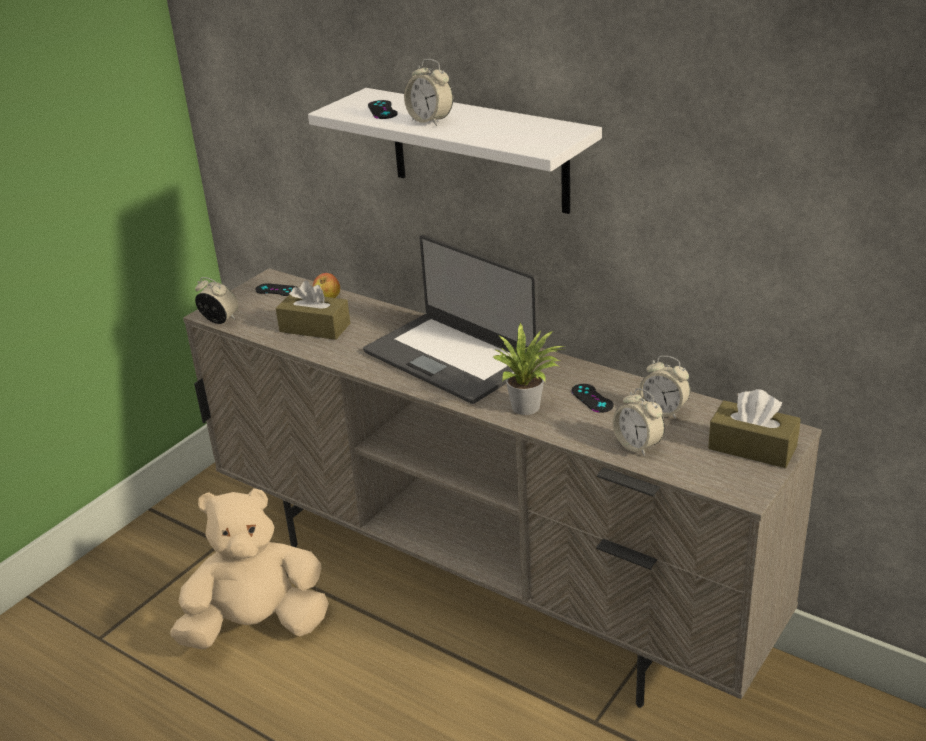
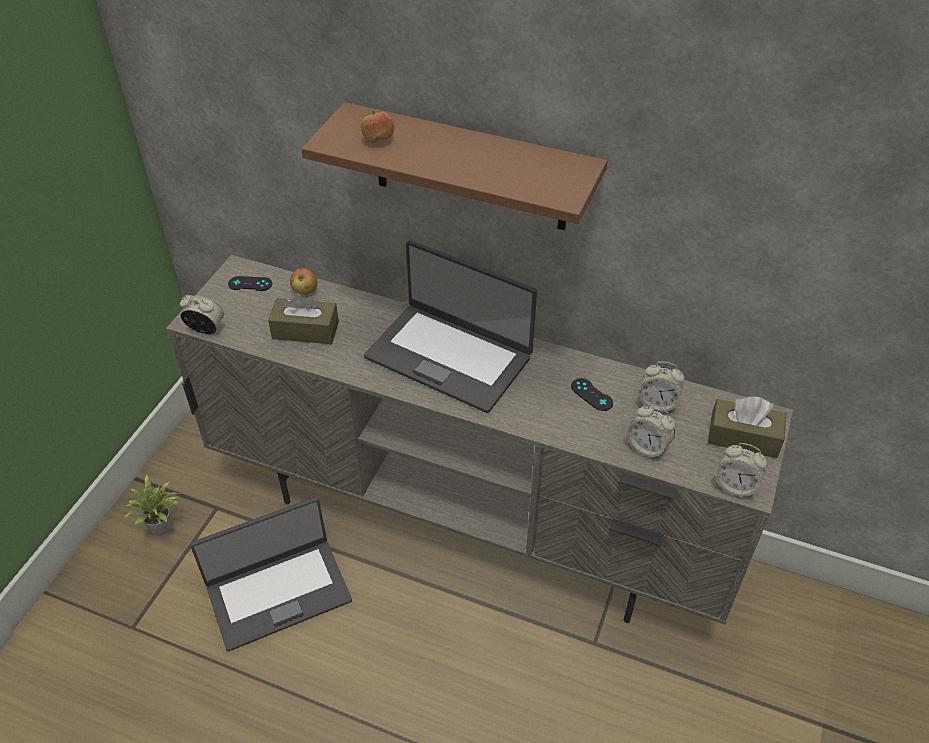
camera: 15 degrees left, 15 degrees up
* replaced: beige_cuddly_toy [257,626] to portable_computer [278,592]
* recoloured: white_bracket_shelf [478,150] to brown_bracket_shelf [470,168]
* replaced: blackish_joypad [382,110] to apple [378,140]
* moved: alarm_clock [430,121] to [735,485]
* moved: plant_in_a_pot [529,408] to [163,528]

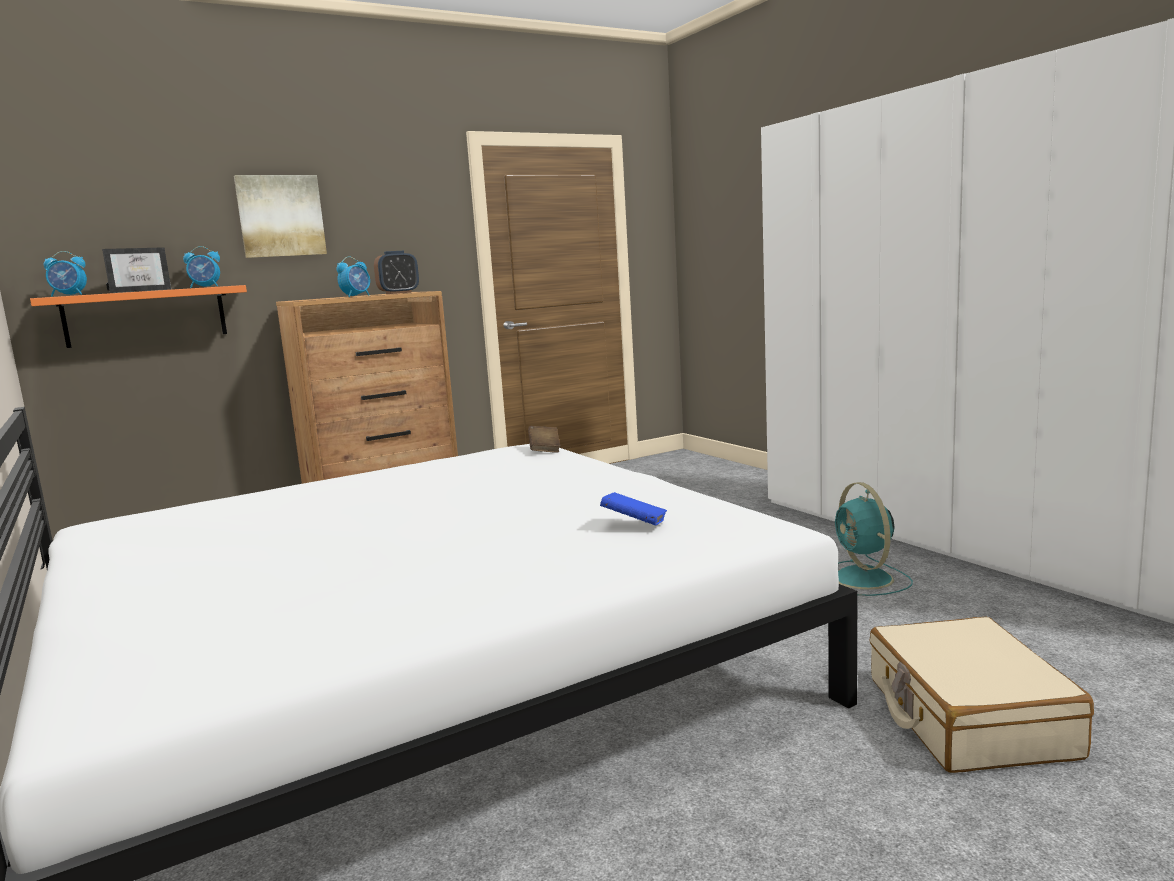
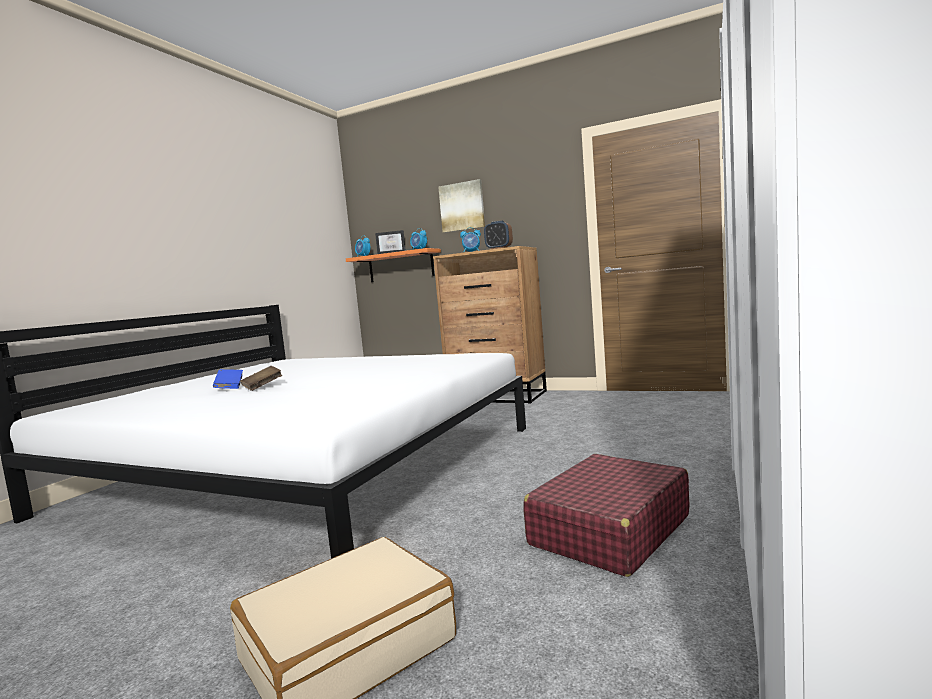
camera: 55 degrees right, 5 degrees down
* moved: brown_bound_book [544,450] to [262,387]
* moved: blue-coloured_bound_book [634,524] to [229,387]
* replaced: turquoise_cooling_fan [864,579] to reddish_travel_case [609,531]

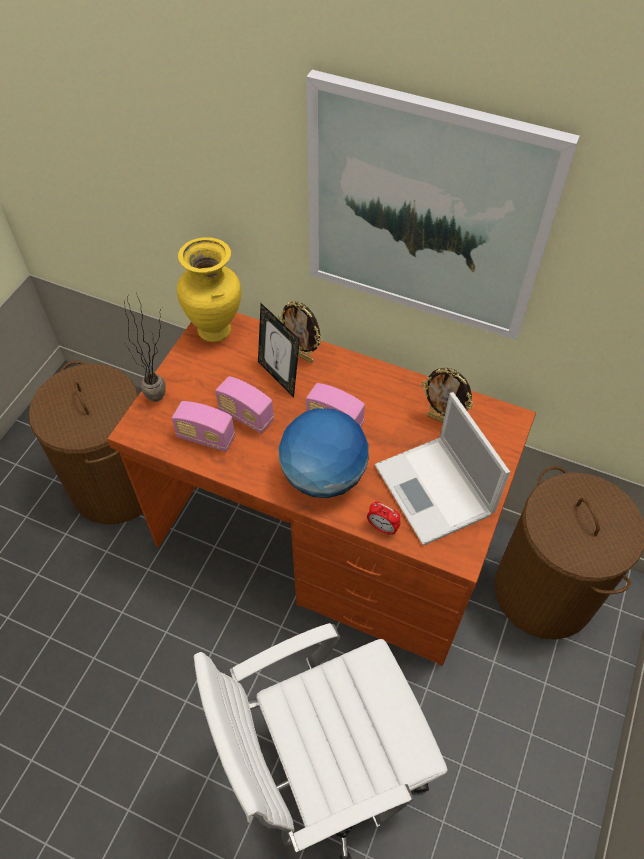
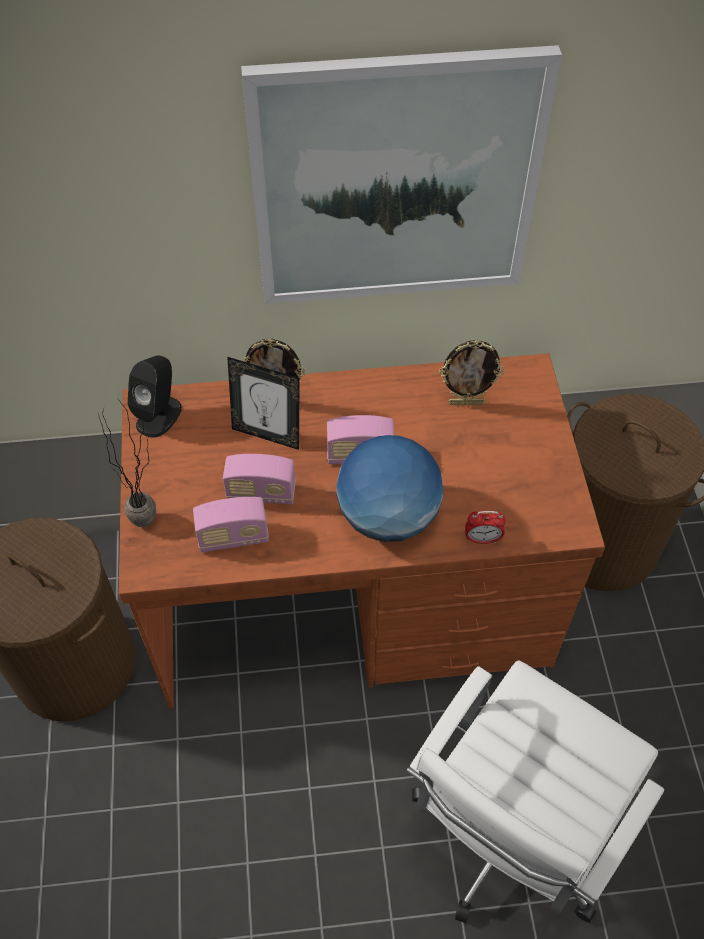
camera: 30 degrees left, 0 degrees up
* replaced: yellowish_decorative_vase [216,330] to blackish_audio_speaker [159,415]
* removed: portable_computer [435,491]

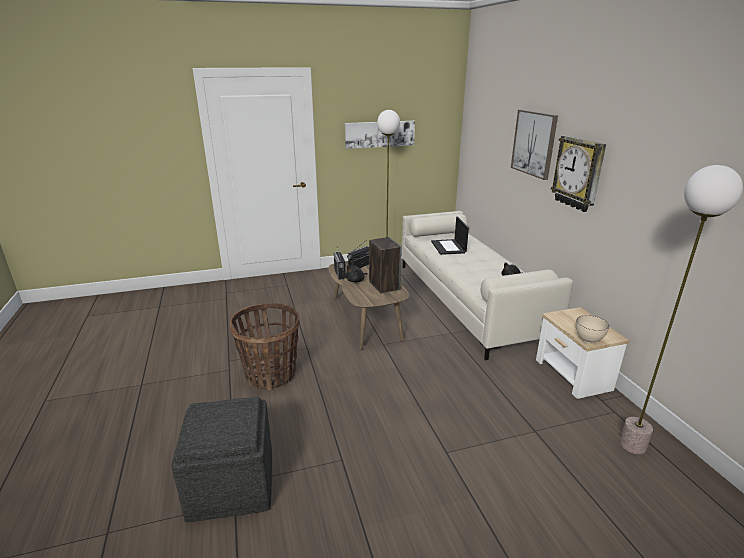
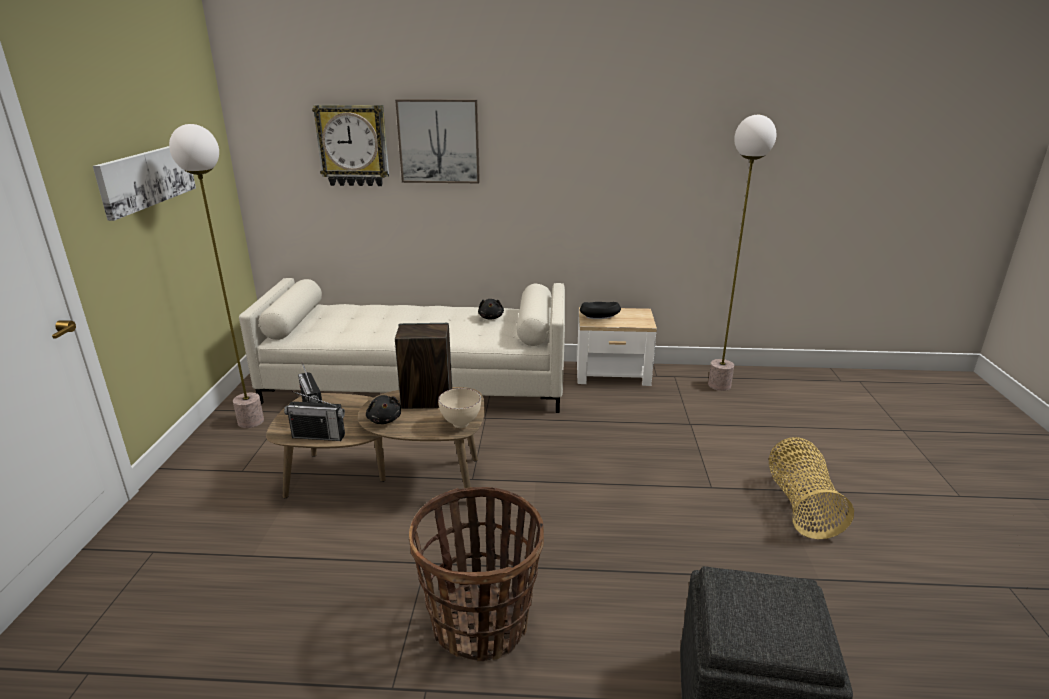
camera: 70 degrees left, 0 degrees up
* removed: portable_computer [448,247]
* moved: hanging_clock [578,173] to [353,145]
* moved: beige_serving_bowl [589,341] to [461,424]
* added: blackish_serving_bowl [599,316]
* added: household_basket [801,505]

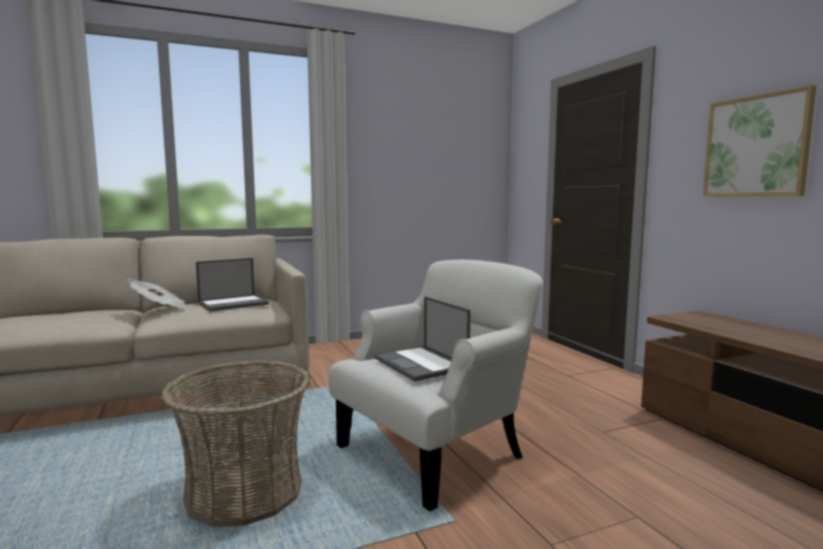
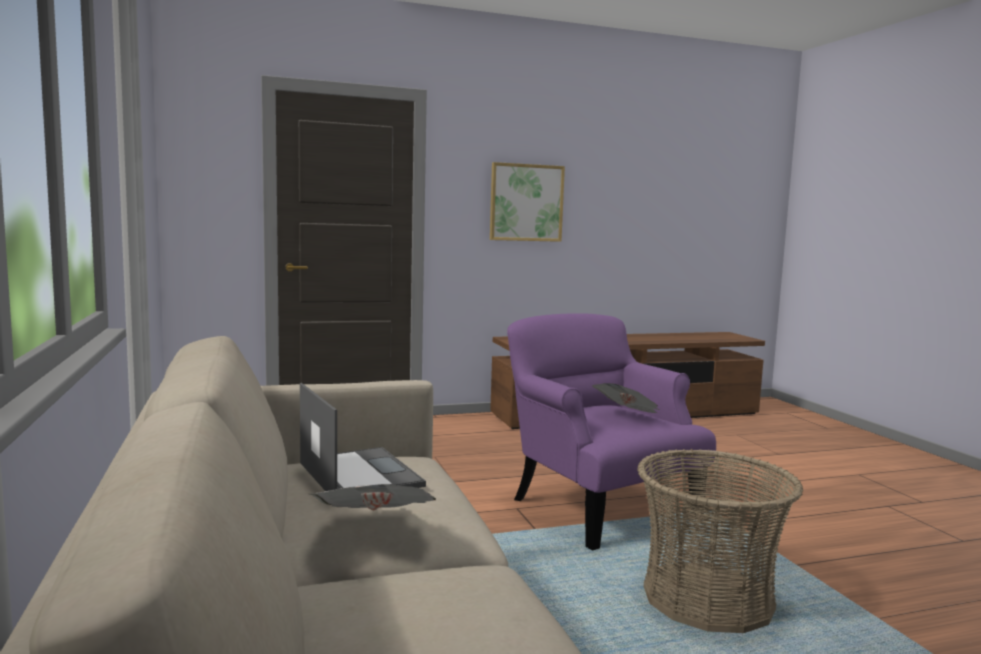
camera: 85 degrees left, 0 degrees up
* recoloured: white_lounge_chair [435,451] to purple_lounge_chair [598,507]
* replaced: portable_computer [421,364] to daily_paper [627,417]

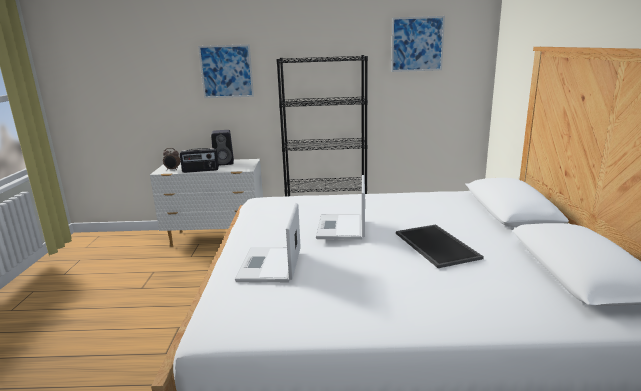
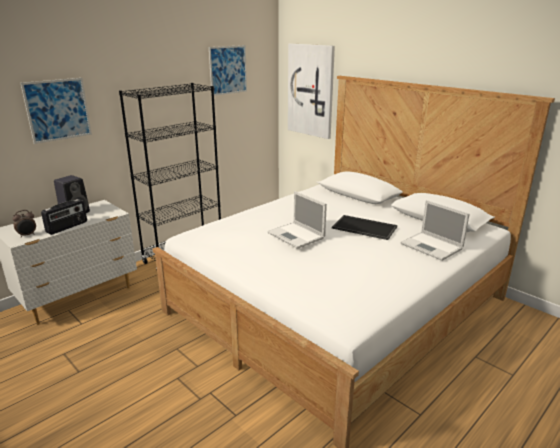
camera: 45 degrees left, 5 degrees up
* moved: portable_computer [270,266] to [432,246]
* added: wall_art [311,90]

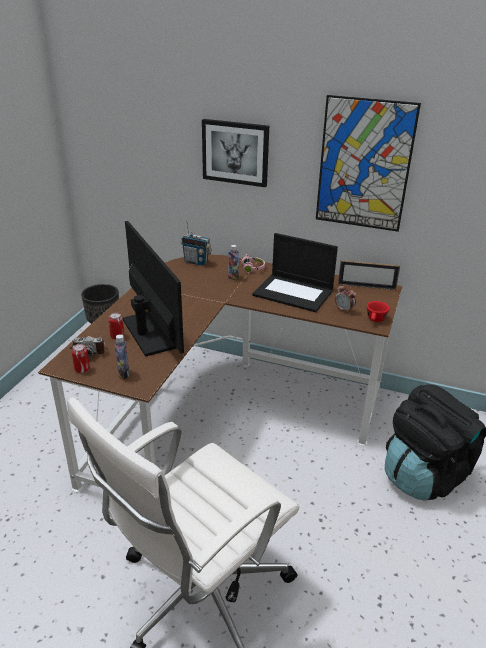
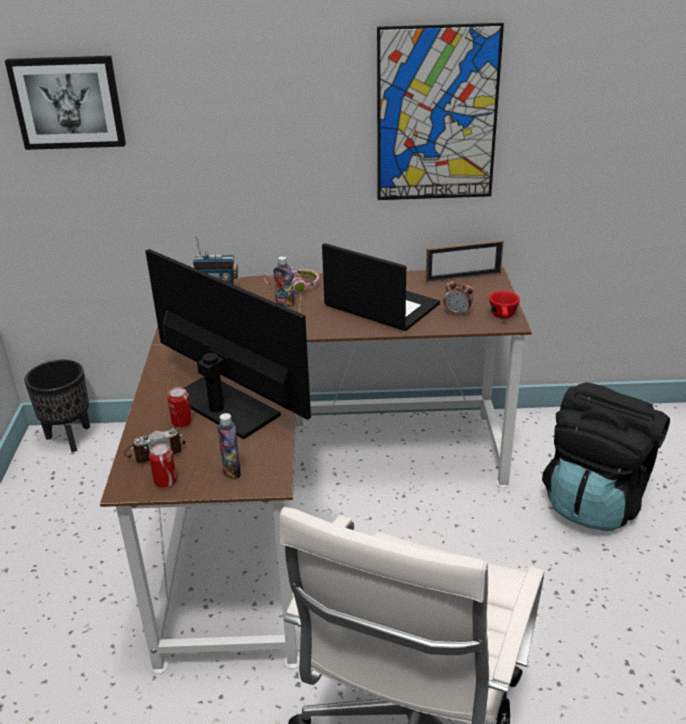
camera: 20 degrees left, 0 degrees up
* moved: wall_art [235,152] to [68,102]
* turned: portable_computer [294,293] = [380,305] 150 degrees counterclockwise

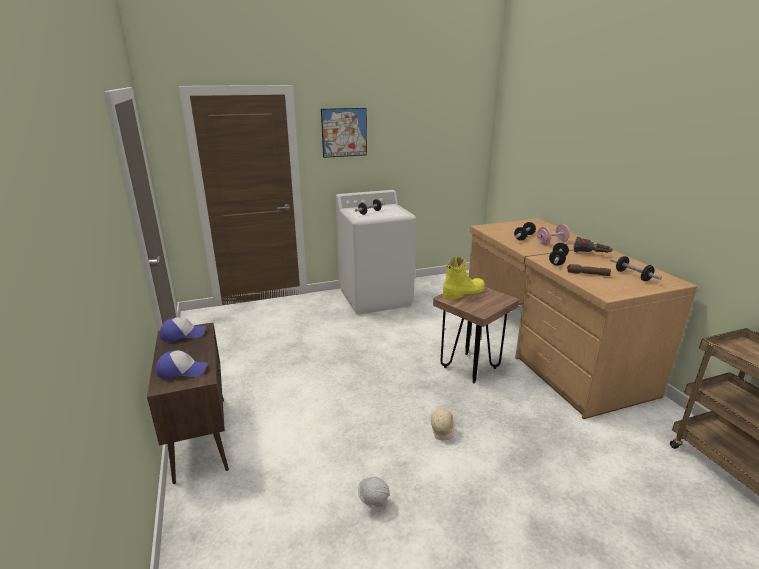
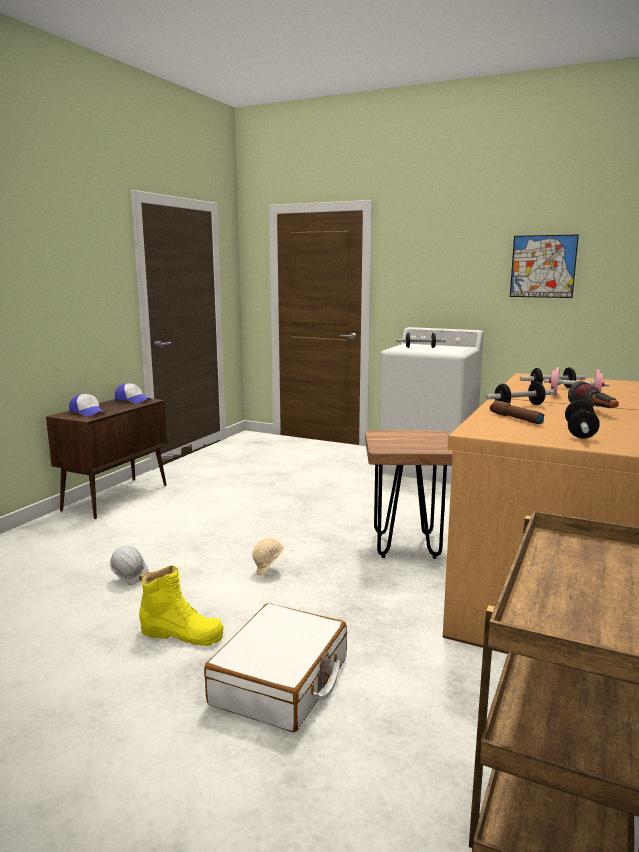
camera: 45 degrees right, 10 degrees down
* moved: wall_art [344,132] to [543,266]
* moved: yellowish_tall_boot [463,293] to [182,634]
* added: white_travel_case [281,681]

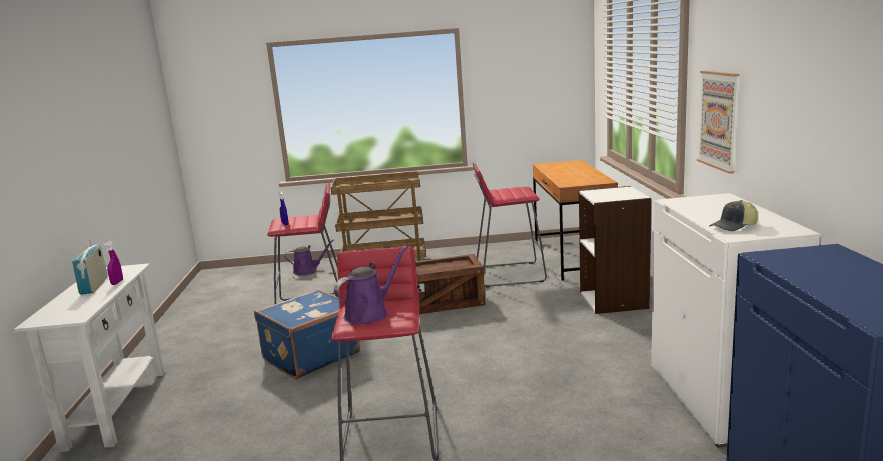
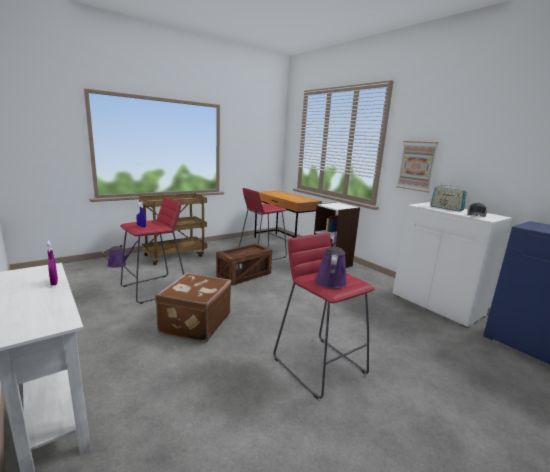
camera: 35 degrees left, 0 degrees up
* moved: radio [94,286] to [446,208]
* recoloured: blue-coloured_travel_case [309,356] to brown_travel_case [194,323]

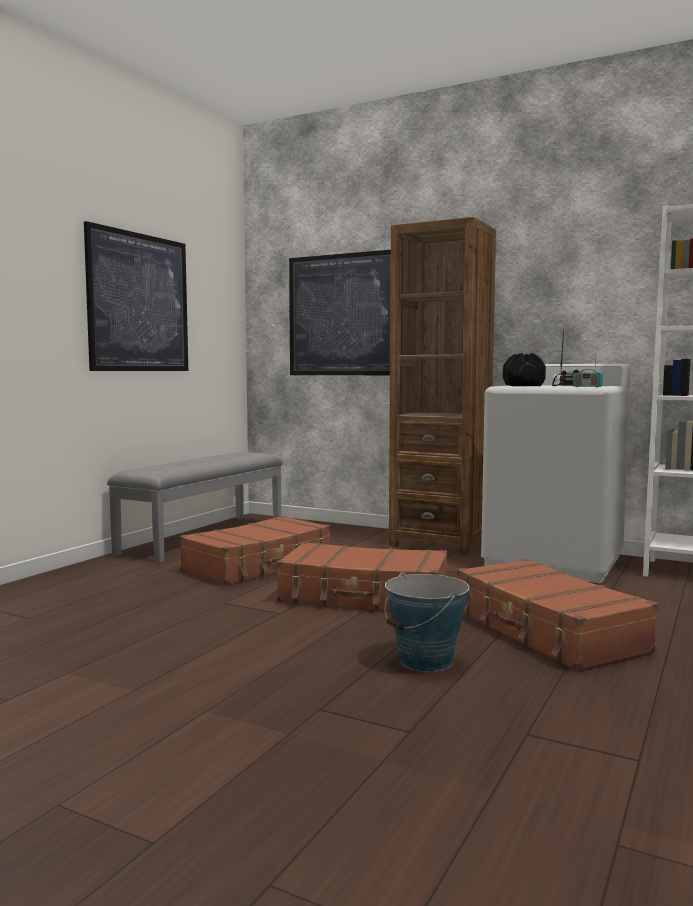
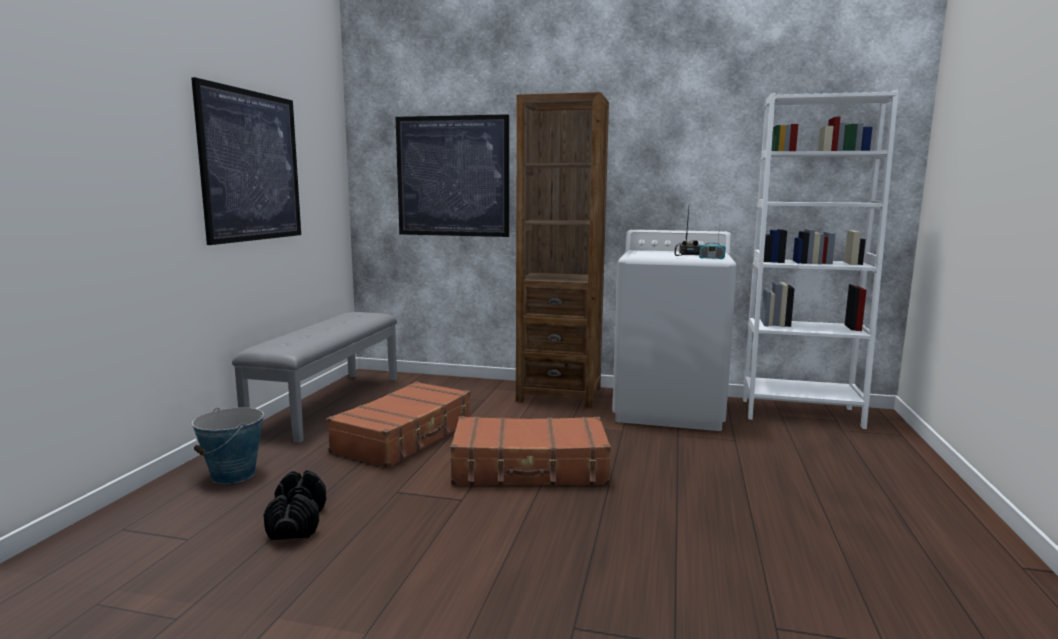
camera: 15 degrees left, 5 degrees up
* moved: water_bucket [426,661] to [233,475]
* removed: brown_travel_case [547,631]
* moved: blackish_free_weight [523,385] to [297,522]

